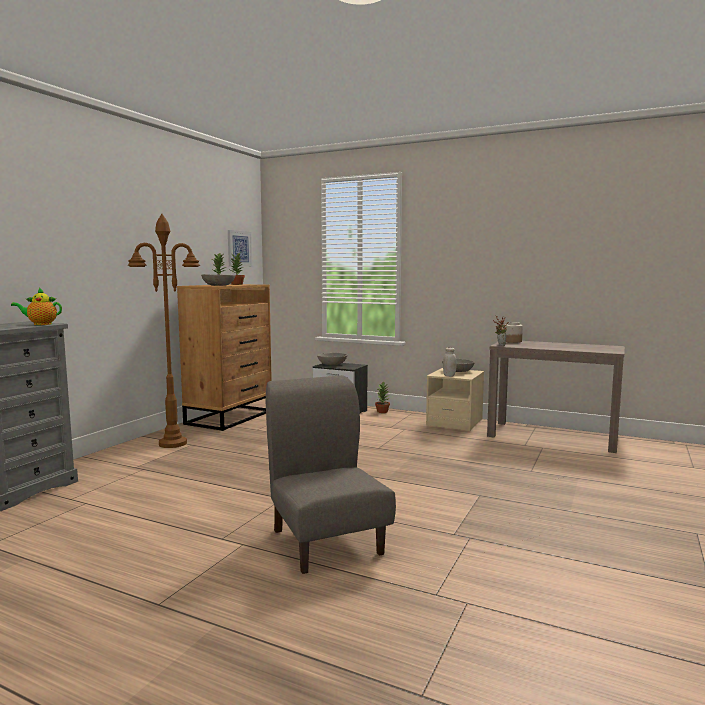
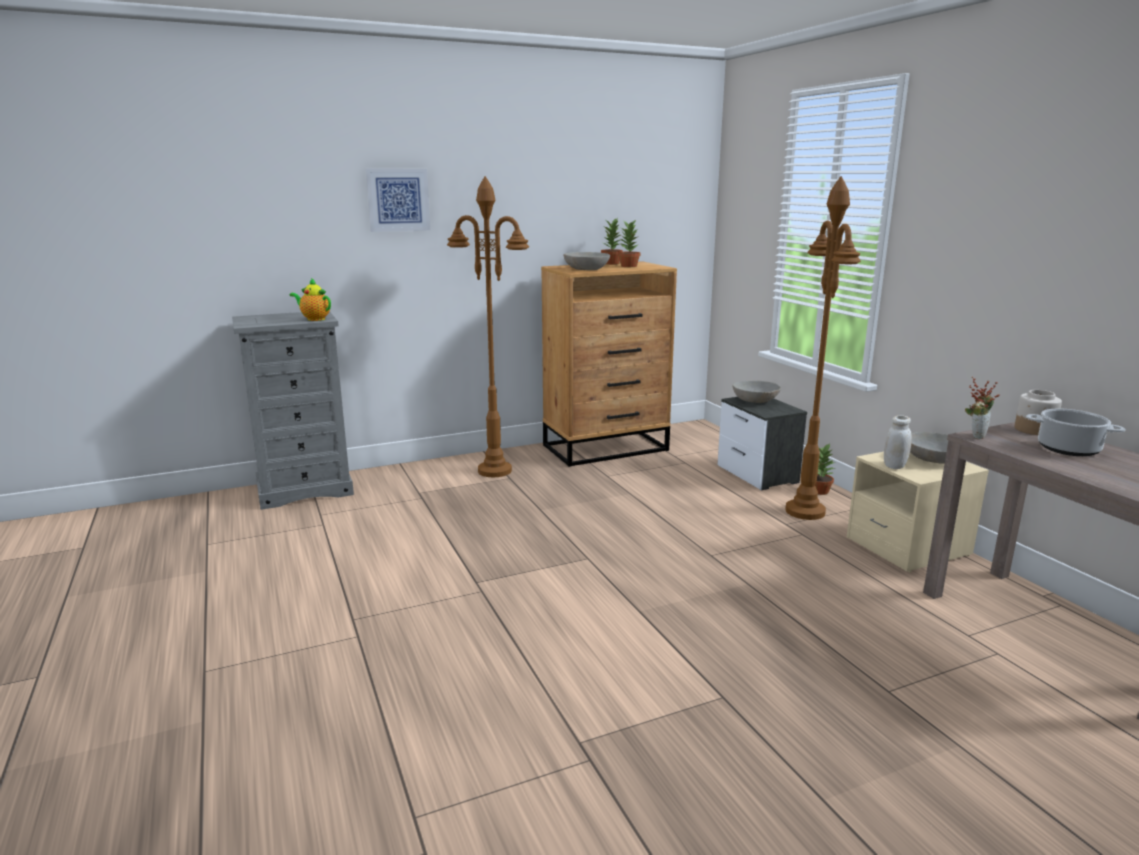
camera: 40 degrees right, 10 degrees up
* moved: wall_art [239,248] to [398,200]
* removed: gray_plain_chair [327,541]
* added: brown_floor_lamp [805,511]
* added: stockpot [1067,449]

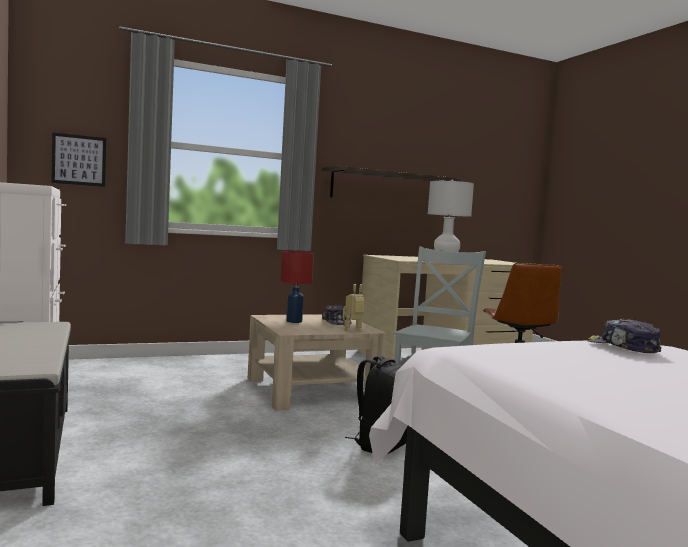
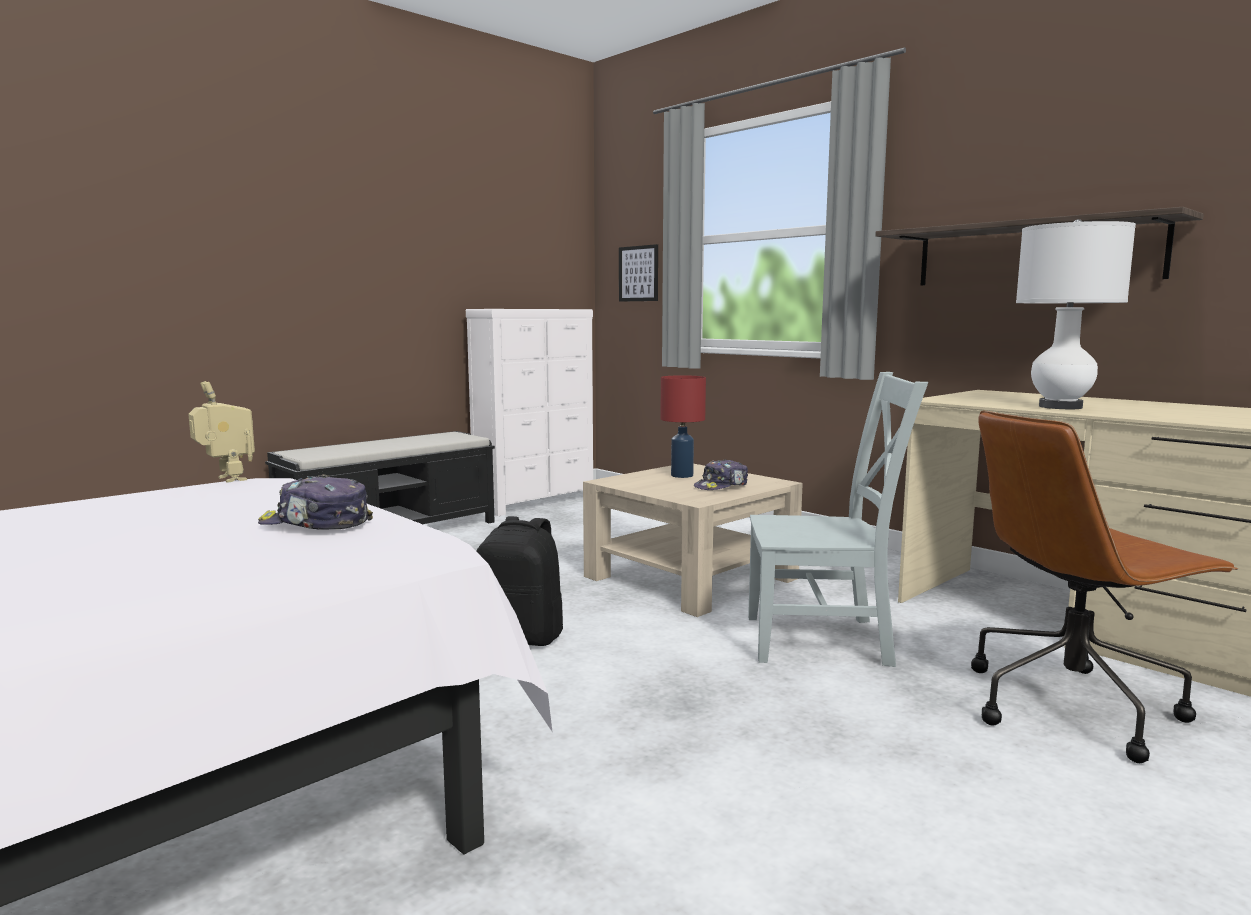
camera: 70 degrees right, 5 degrees up
* moved: model_robot [353,331] to [226,479]
* turned: baseball_cap [623,348] = [315,524] 105 degrees counterclockwise

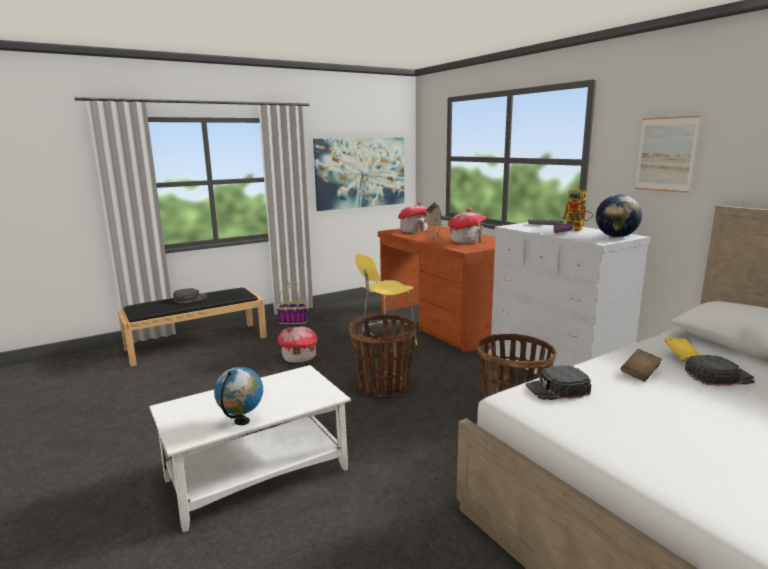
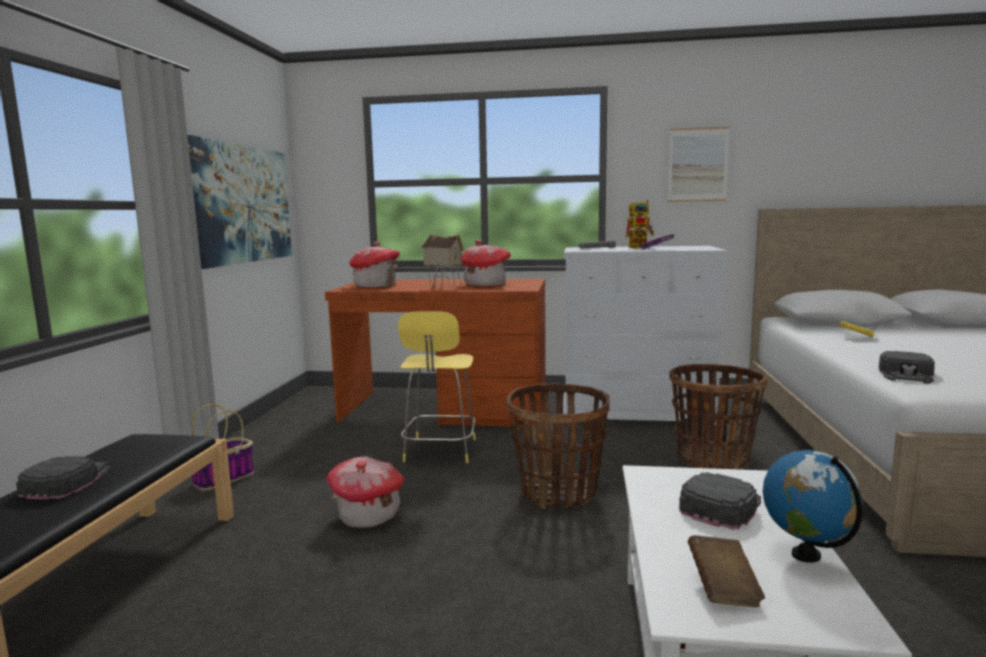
camera: 50 degrees left, 5 degrees down
* removed: world_globe [616,236]
* moved: brown_bound_book [640,373] to [723,588]
* moved: blackish_baseball_cap [718,376] to [721,505]

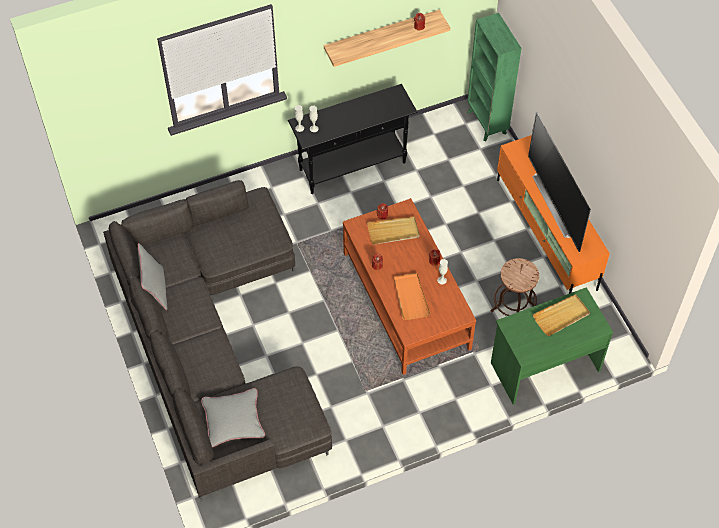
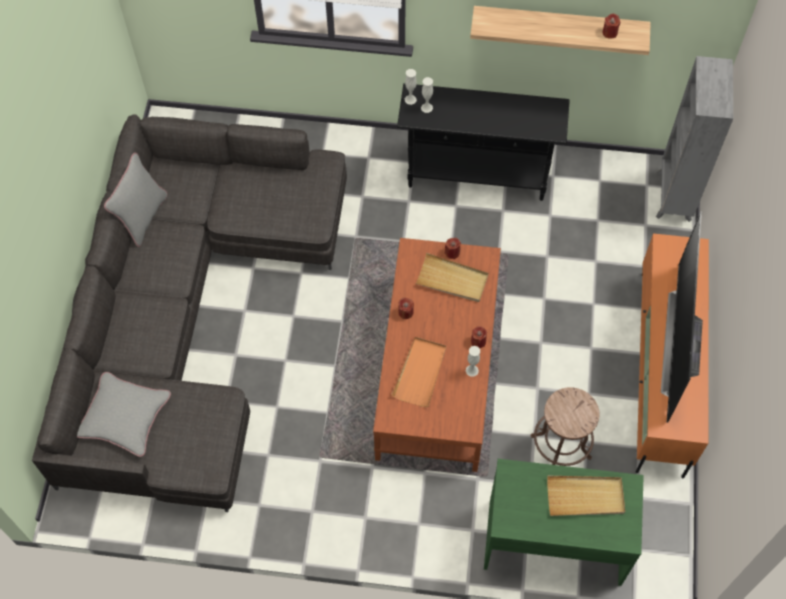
camera: 30 degrees right, 5 degrees up
* recoloured: green-coloured_bookcase [487,123] to gray_bookcase [673,197]

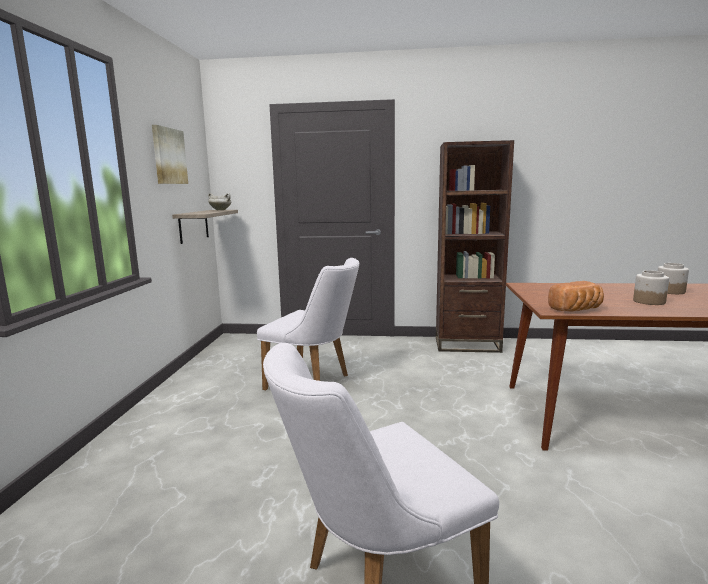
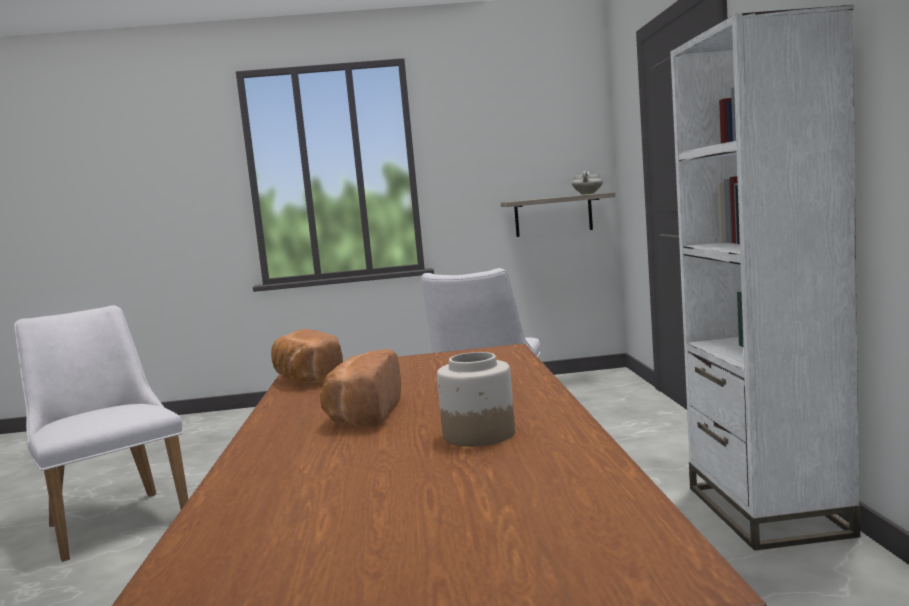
camera: 80 degrees right, 5 degrees down
* removed: wall_art [168,156]
* recoloured: brown_bookcase [467,344] to white_bookcase [766,511]
* replaced: preserve_jar [648,301] to bread [362,414]

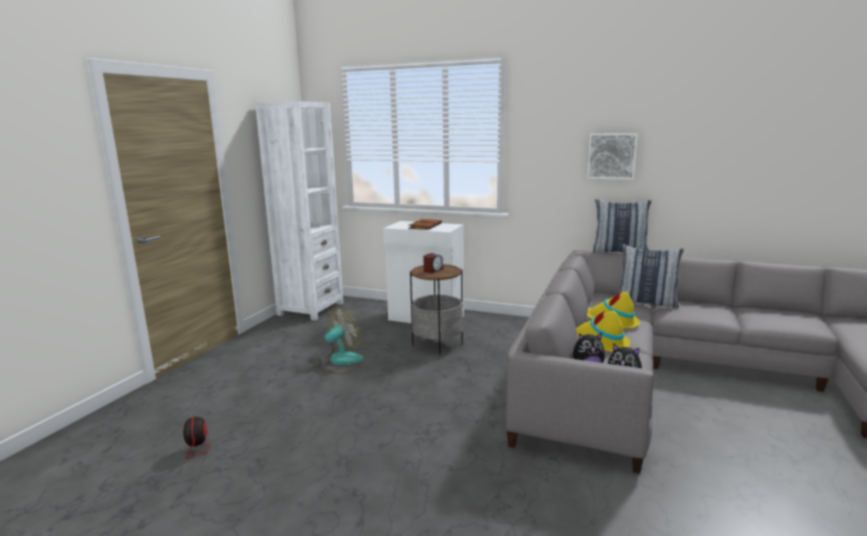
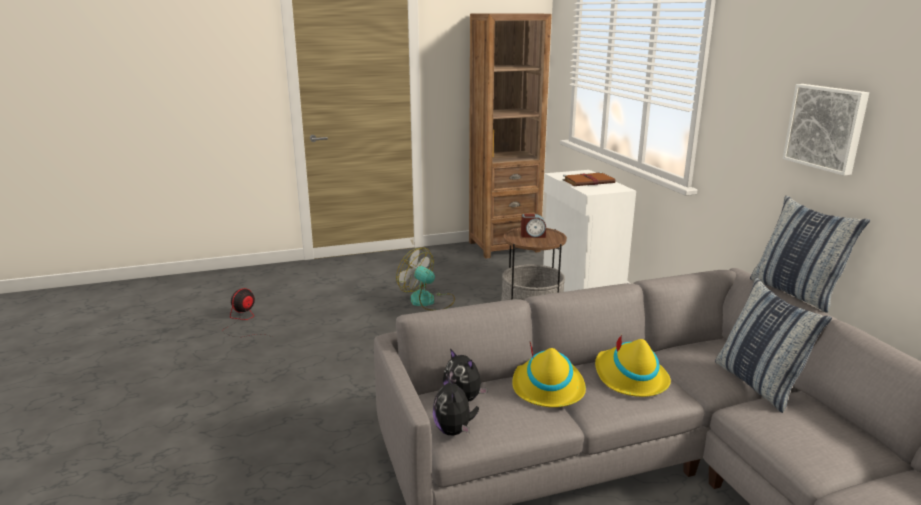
camera: 50 degrees right, 5 degrees up
* recoloured: white_bookcase [310,309] to brown_bookcase [503,247]
* turned: cooling_fan [339,362] = [428,301] 150 degrees counterclockwise

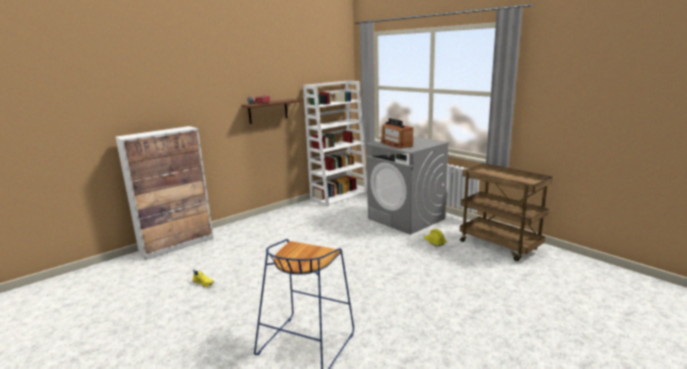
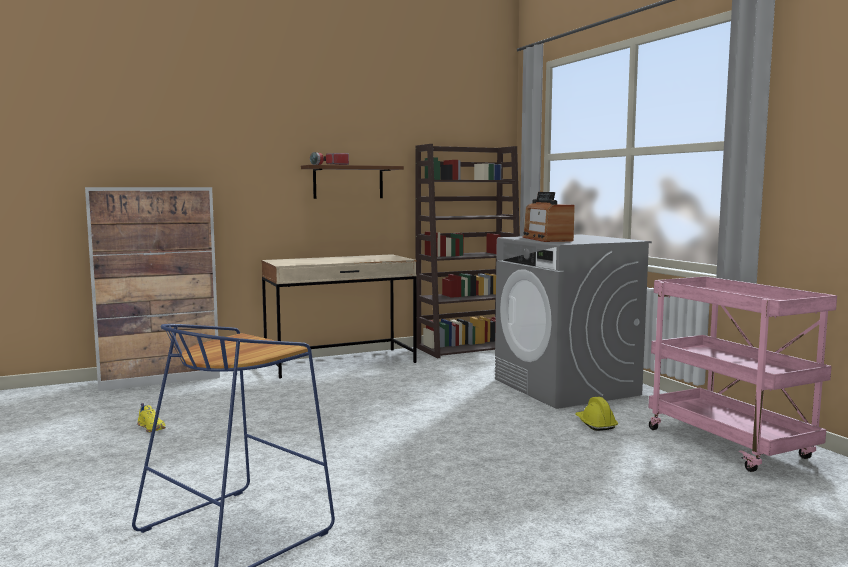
camera: 15 degrees right, 10 degrees down
* recoloured: white_bookcase [339,196] to brown_bookcase [469,347]
* recoloured: brown_wheeled_cart [500,245] to pinkish_wheeled_cart [731,445]
* added: beige_desk_unit [341,363]

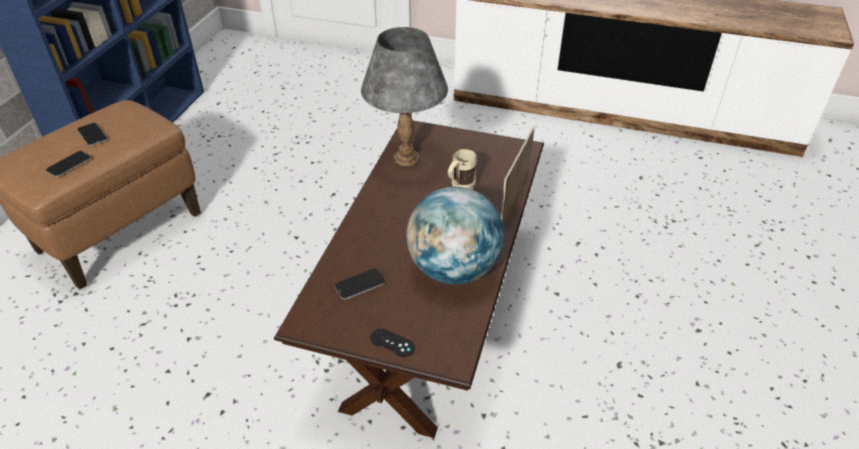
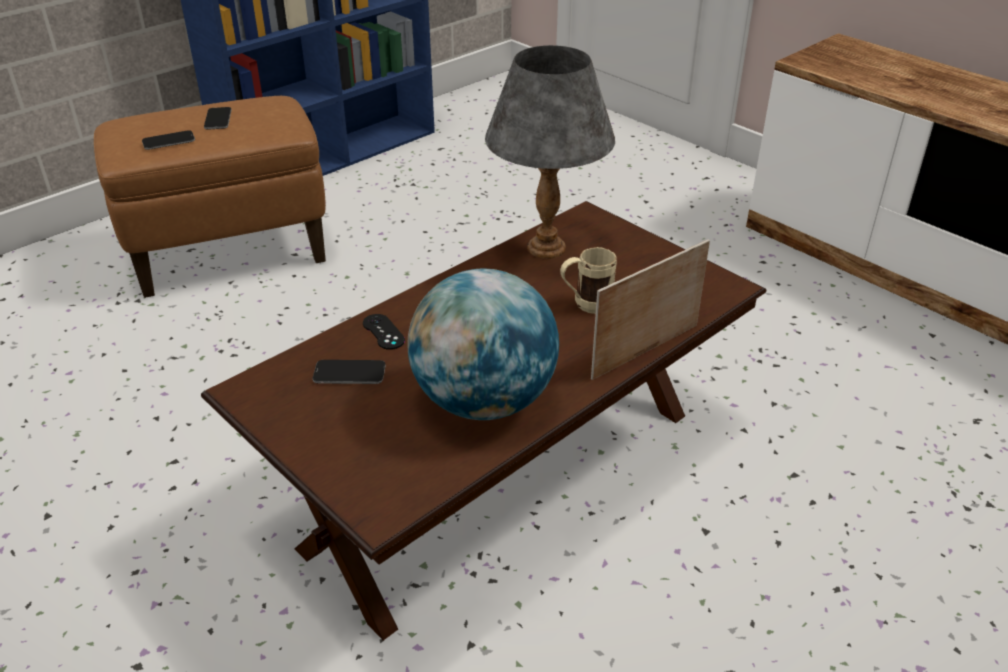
camera: 30 degrees right, 5 degrees down
* moved: blackish_joypad [392,343] to [383,332]

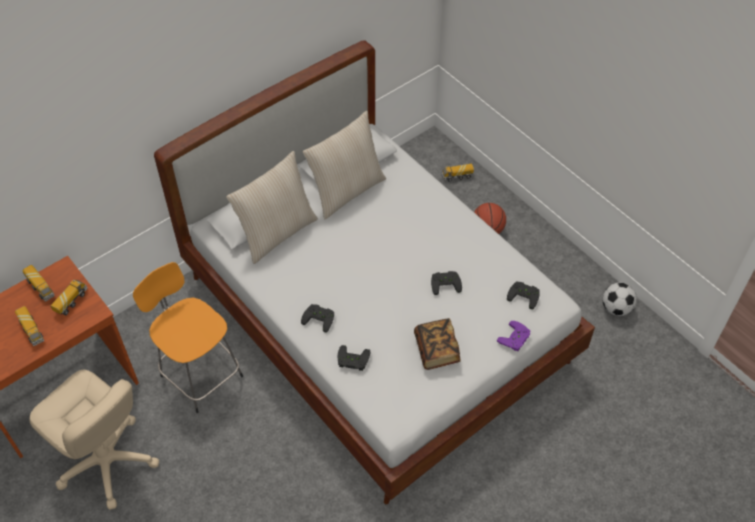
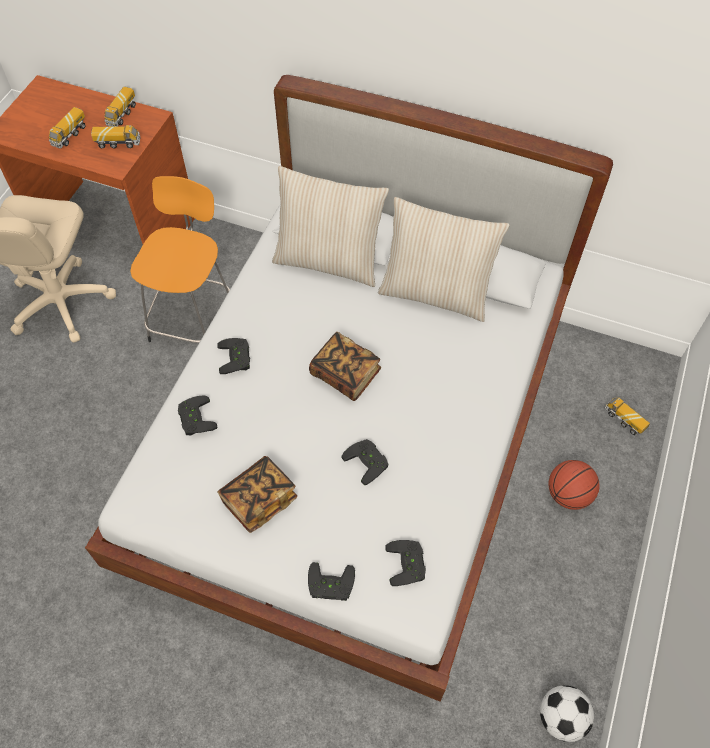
camera: 60 degrees right, 5 degrees up
* recoloured: purple_joypad [515,339] to blackish_joypad [330,586]
* added: bound_book [345,374]

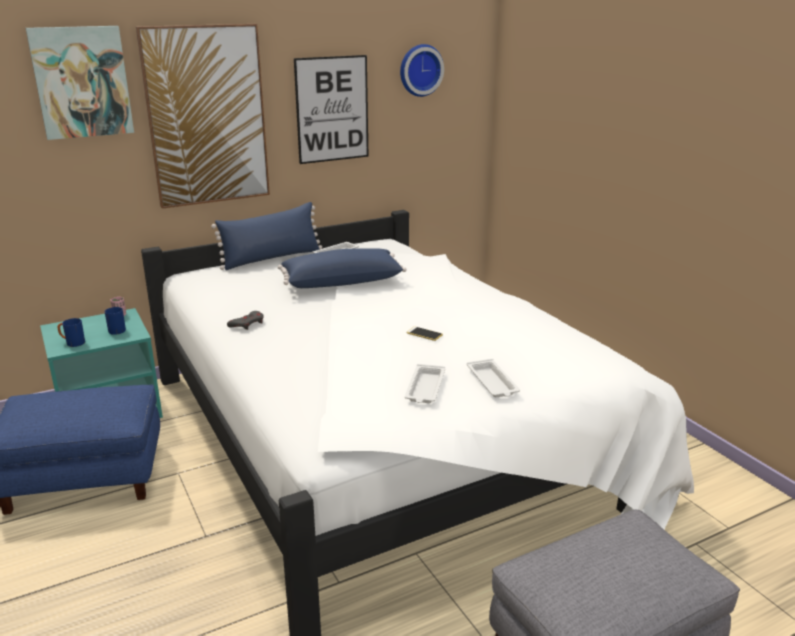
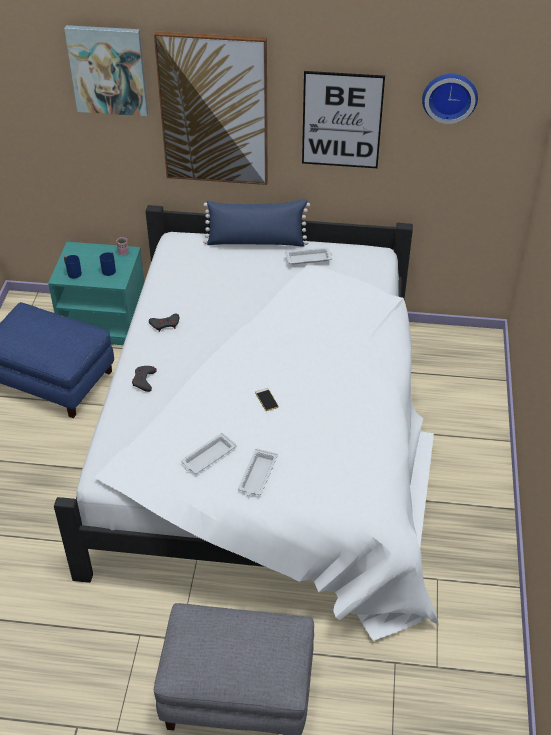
camera: 35 degrees right, 20 degrees up
* removed: blue-coloured_pillow [341,281]
* added: gray_joypad [144,380]

